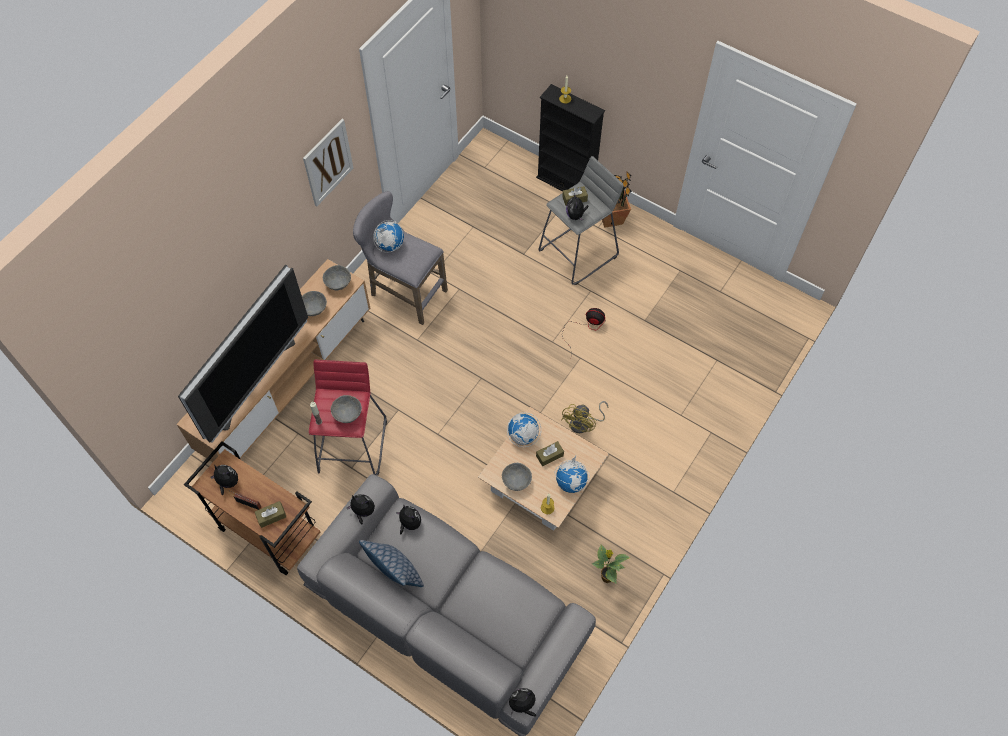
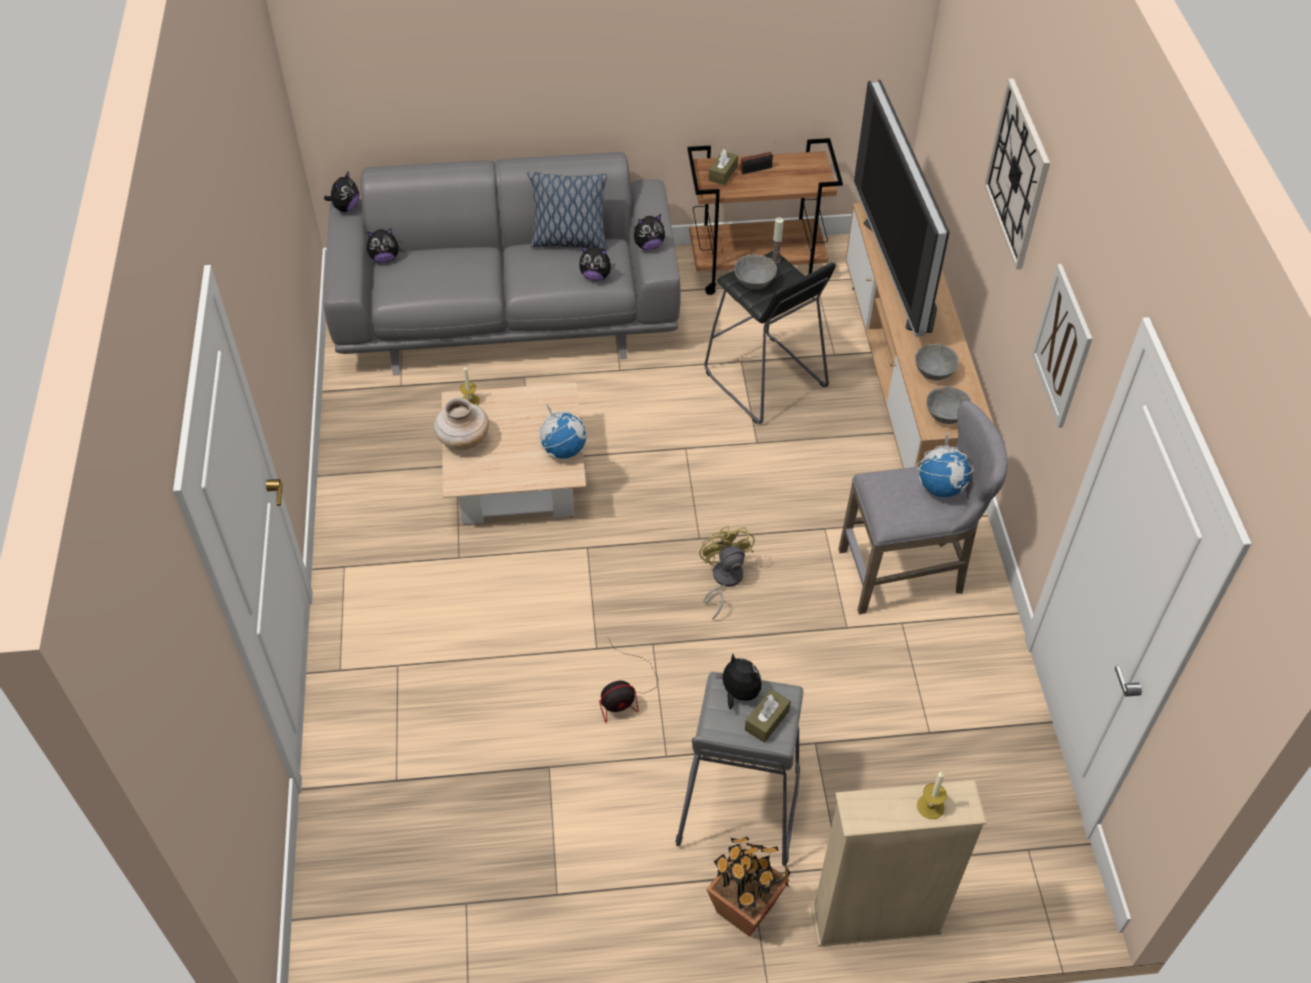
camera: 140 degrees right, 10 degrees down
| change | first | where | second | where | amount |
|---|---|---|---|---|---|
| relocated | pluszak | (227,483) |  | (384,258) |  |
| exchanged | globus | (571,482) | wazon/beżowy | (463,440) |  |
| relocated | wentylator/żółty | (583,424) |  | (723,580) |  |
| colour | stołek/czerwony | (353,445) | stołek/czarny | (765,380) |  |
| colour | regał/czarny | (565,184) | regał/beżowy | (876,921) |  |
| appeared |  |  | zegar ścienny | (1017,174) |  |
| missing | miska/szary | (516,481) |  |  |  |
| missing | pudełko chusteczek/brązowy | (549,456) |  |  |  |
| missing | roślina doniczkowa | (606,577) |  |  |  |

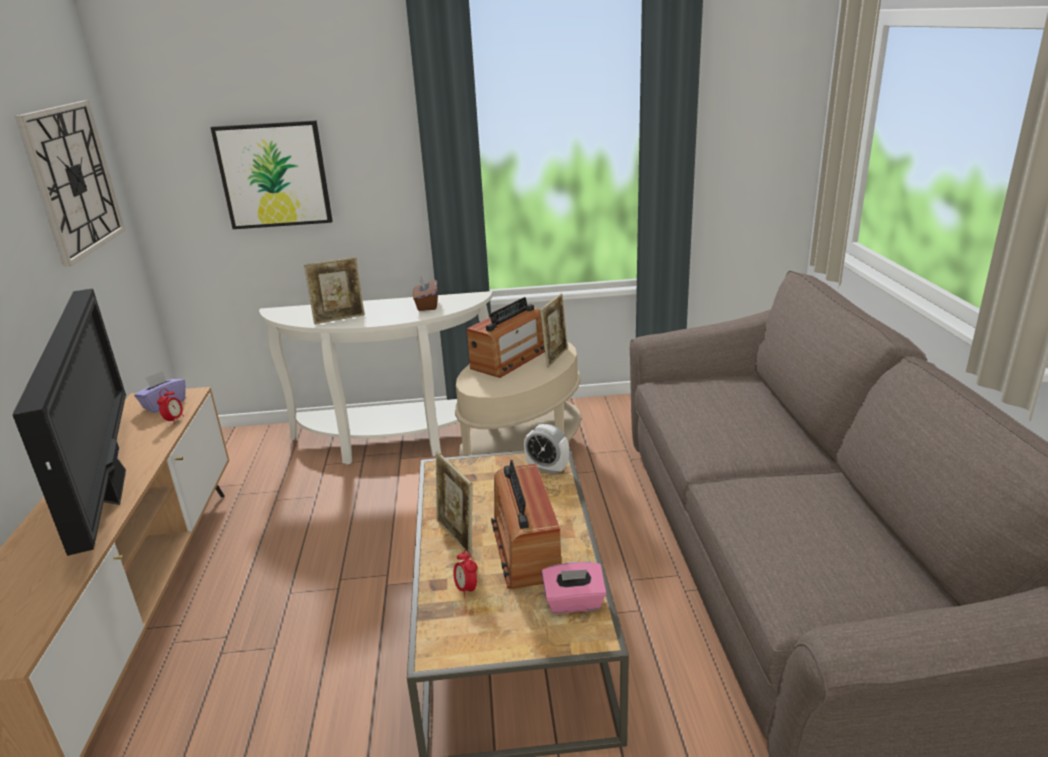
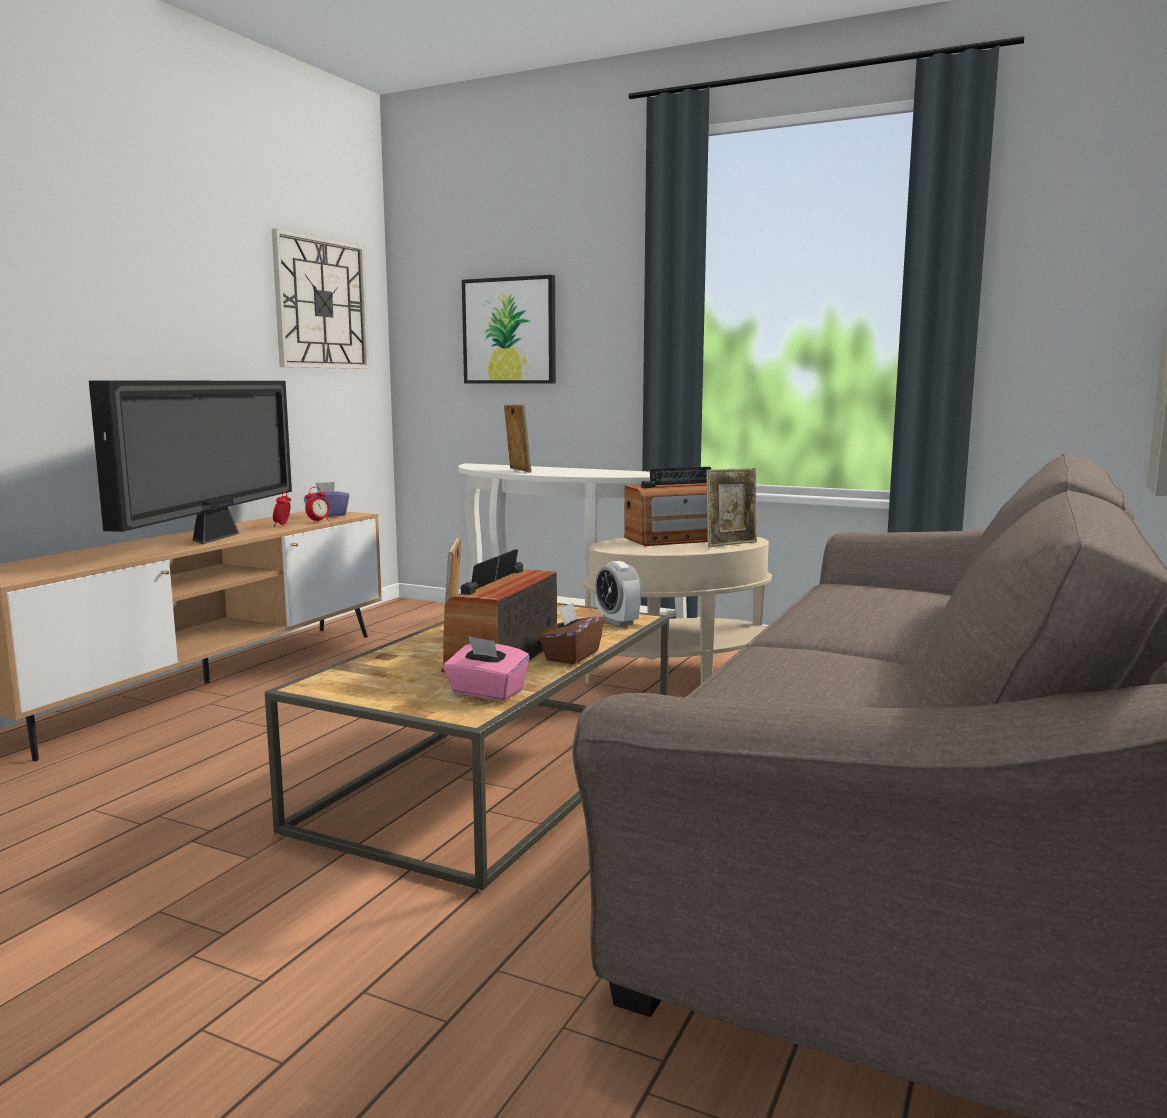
camera: 30 degrees right, 15 degrees down
| change | first | where | second | where | amount |
|---|---|---|---|---|---|
| relocated | budzik | (466,589) |  | (282,526) |  |
| spun | ramka na zdjęcie | (339,319) |  | (517,470) | 120 degrees counterclockwise |
| relocated | pudełko chusteczek/brązowy | (427,305) |  | (571,656) |  |

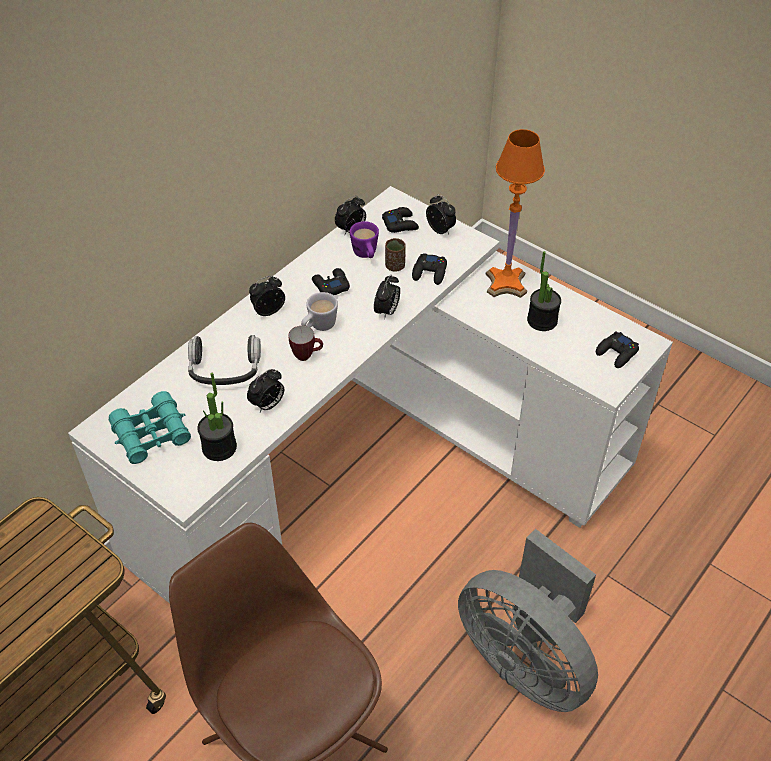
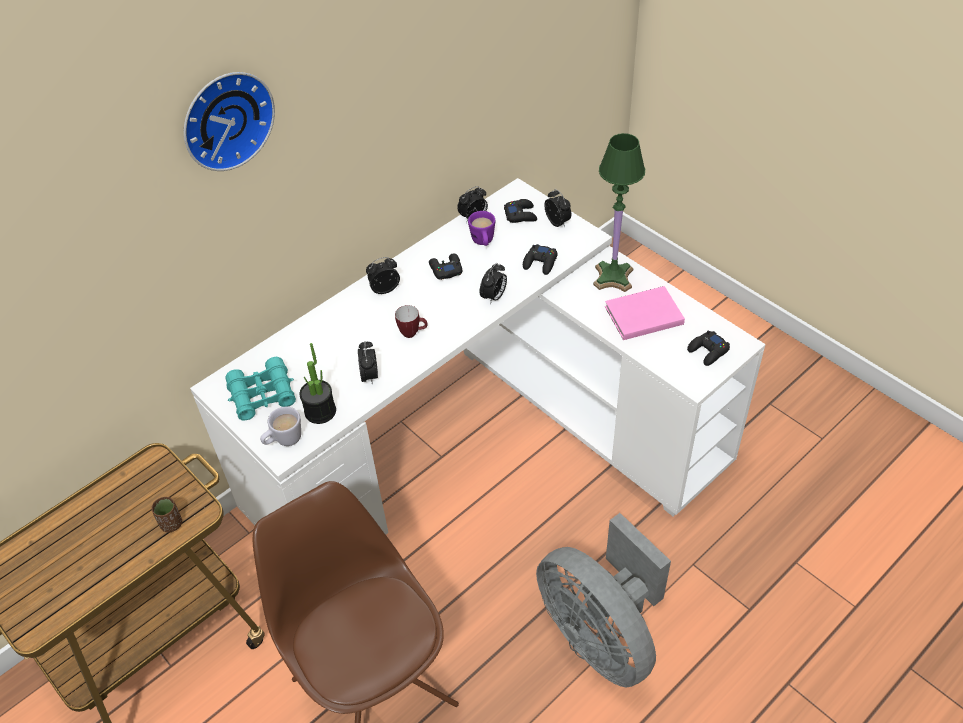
camera: 10 degrees right, 0 degrees up
| change | first | where | second | where | amount |
|---|---|---|---|---|---|
| relocated | filiżanka/brązowy | (395,266) |  | (171,524) |  |
| appeared |  |  | zegar ścienny | (225,118) |  |
| relocated | kubek/biały | (319,327) |  | (284,441) |  |
| spun | budzik | (268,405) |  | (370,376) | 60 degrees counterclockwise |
| colour | lampa stołowa/pomarańczowy | (505,283) | lampa stołowa/zielony | (612,277) |  |
| exchanged | roślina doniczkowa | (542,320) | książka/różowy | (641,315) |  |
| missing | słuchawki | (225,368) |  |  |  |

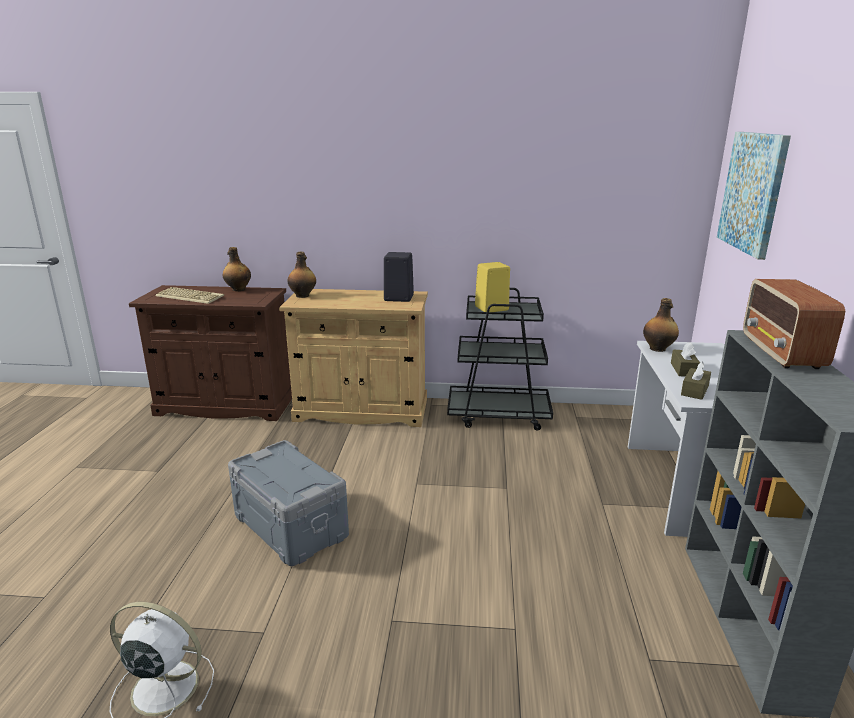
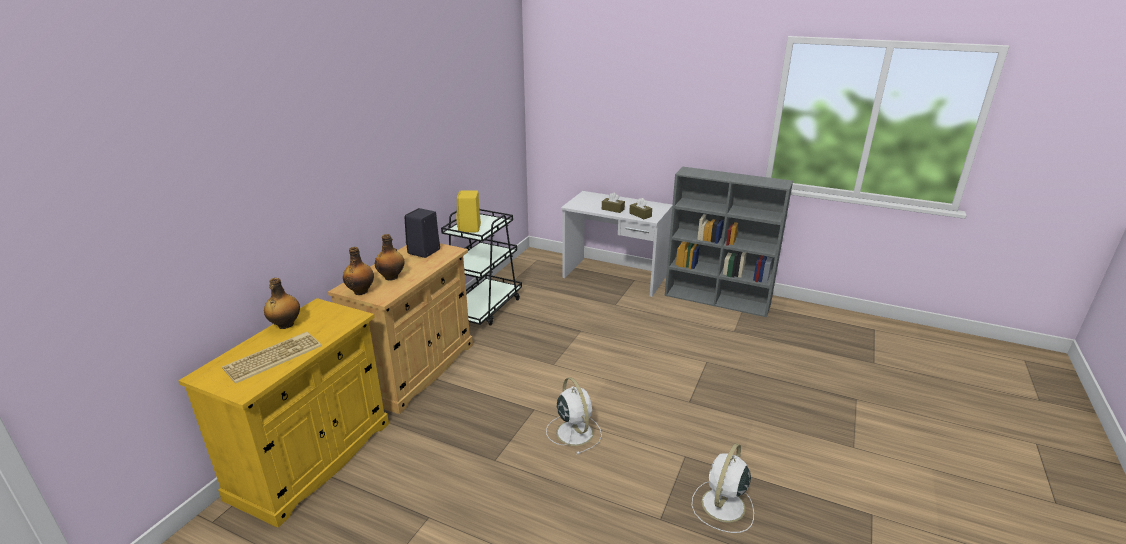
camera: 70 degrees left, 5 degrees up
| change | first | where | second | where | amount |
|---|---|---|---|---|---|
| colour | szafka/brązowy | (225,405) | szafka/żółty | (312,459) |  |
| relocated | butelka | (658,349) |  | (392,277) |  |
| exchanged | pojemnik do przechowywania/szary | (291,525) | wentylator/biały | (574,432) |  |
| missing | obraz | (753,192) |  |  |  |
| missing | radio | (782,353) |  |  |  |

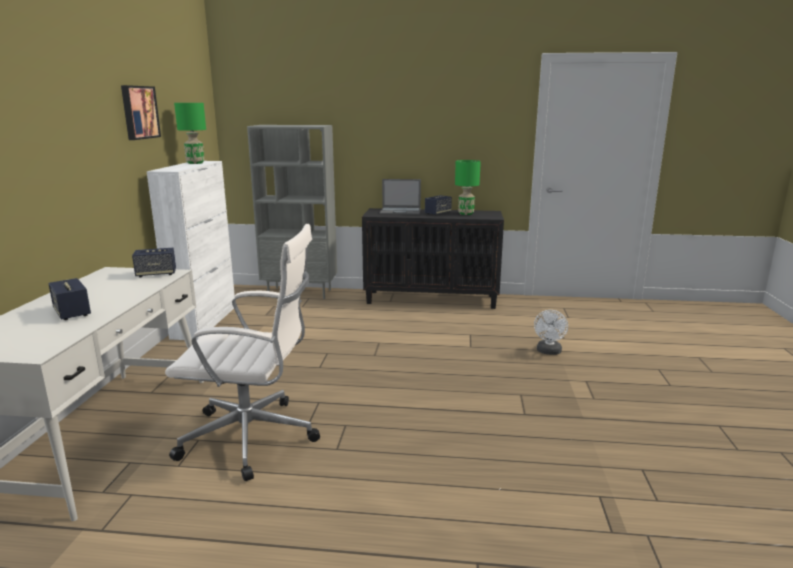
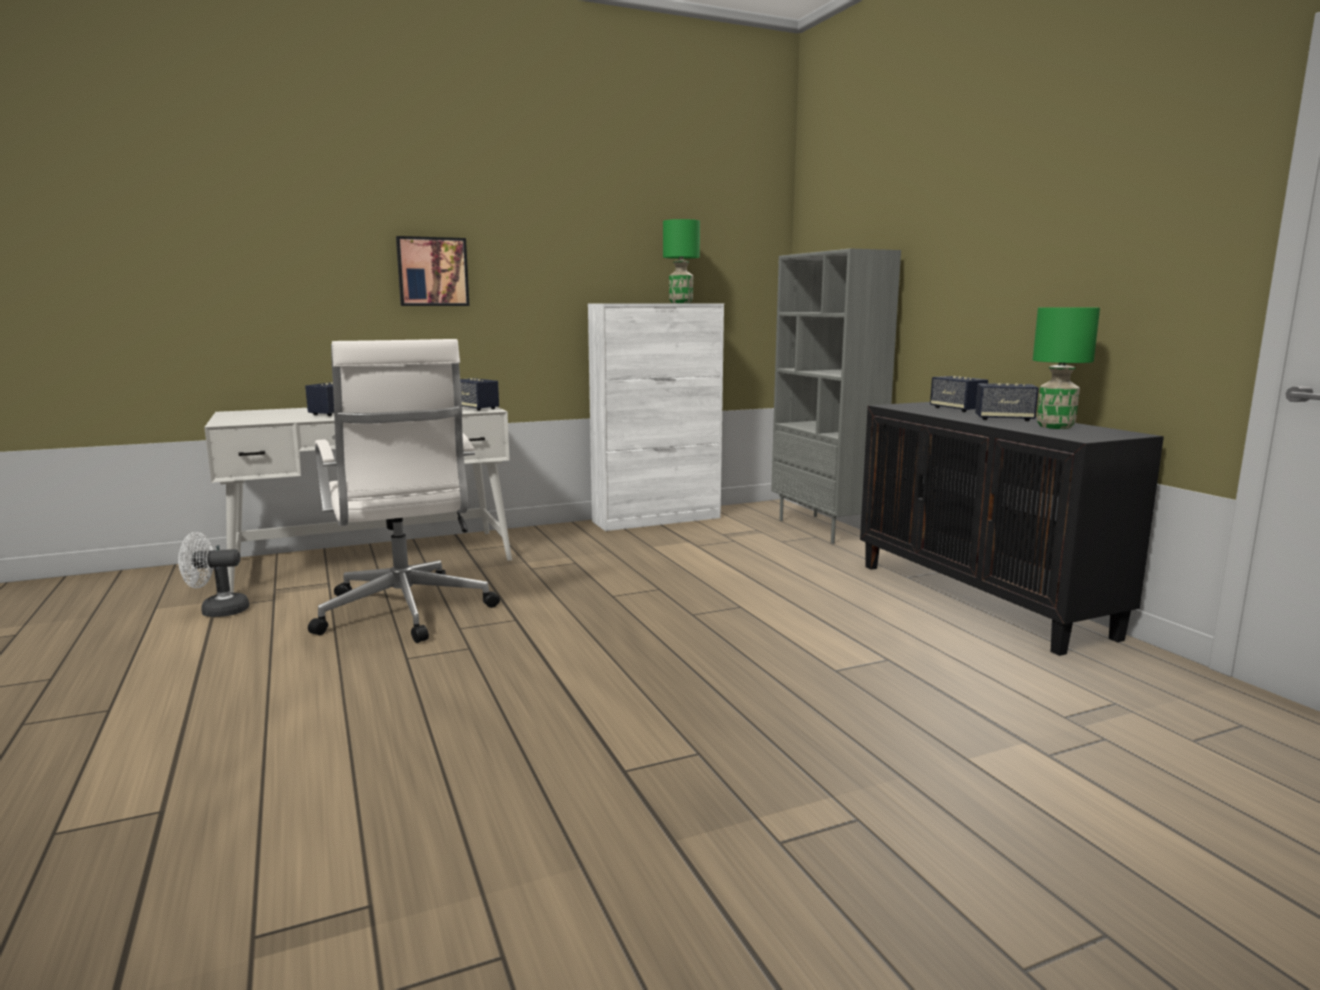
camera: 60 degrees right, 5 degrees down
| change | first | where | second | where | amount |
|---|---|---|---|---|---|
| relocated | wentylator/biały | (548,352) |  | (217,611) |  |
| relocated | obraz | (139,112) |  | (432,272) |  |
| exchanged | laptop | (401,211) | głośnik | (957,409) |  |

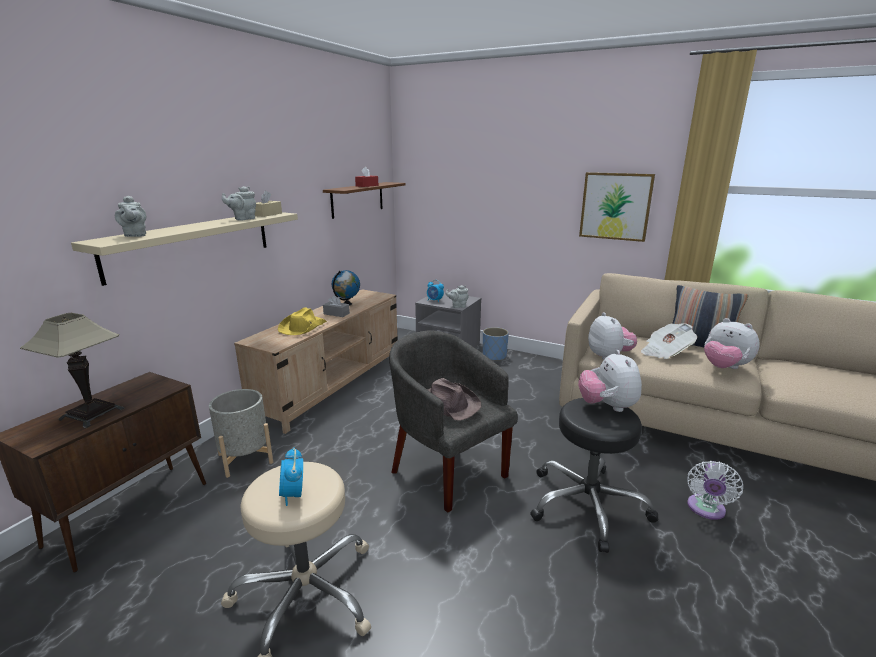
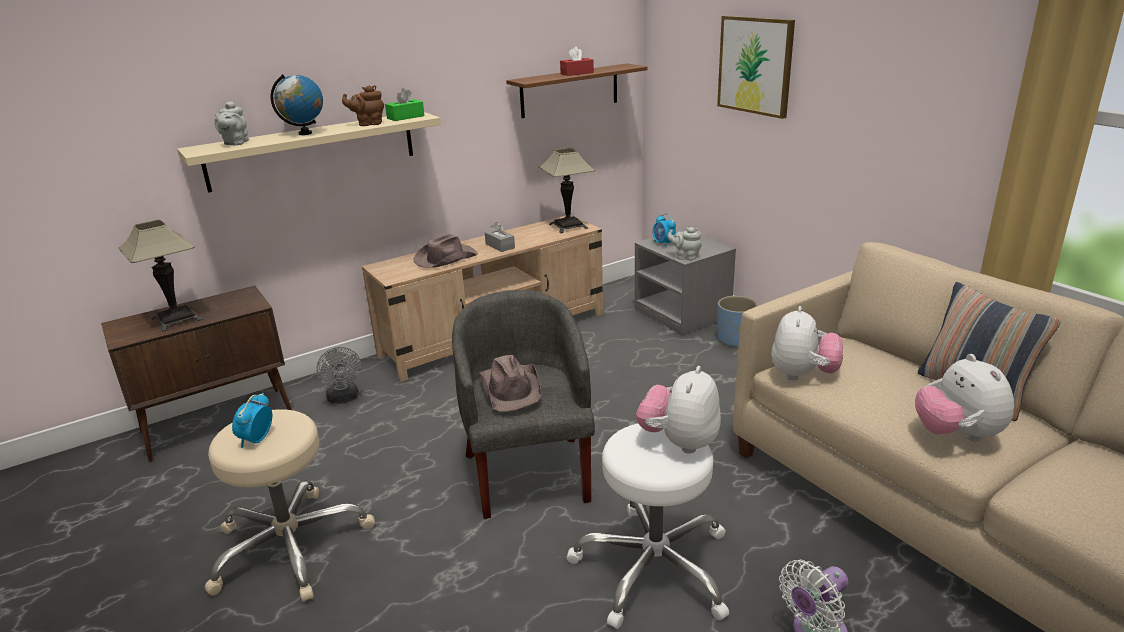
camera: 30 degrees right, 5 degrees up
| change | first | where | second | where | amount |
|---|---|---|---|---|---|
| relocated | globus | (347,304) |  | (305,133) |  |
| exchanged | donica/szary | (245,458) | wentylator/szary | (344,398) |  |
| colour | imbryk/szary | (243,219) | imbryk/brązowy | (368,124) |  |
| colour | pudełko chusteczek/beżowy | (267,214) | pudełko chusteczek/zielony | (405,117) |  |
| colour | kapelusz/żółty | (302,327) | kapelusz/brązowy | (445,258) |  |
| appeared |  |  | lampa stołowa | (568,226) |  |
| colour | stołek/czarny | (587,504) | stołek/biały | (653,567) |  |
| relocated | obraz | (615,206) |  | (755,65) |  |
| missing | gazeta | (665,352) |  |  |  |

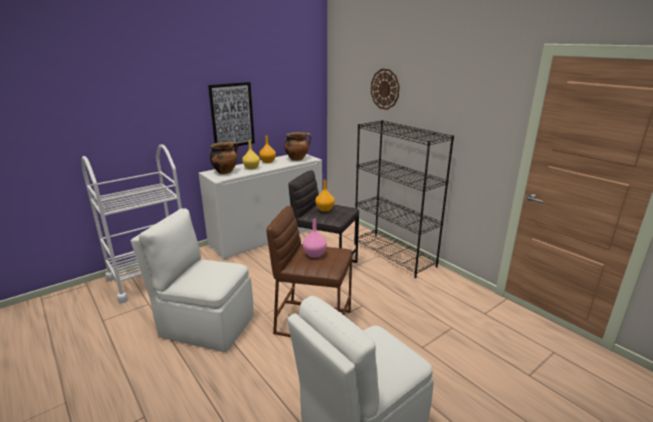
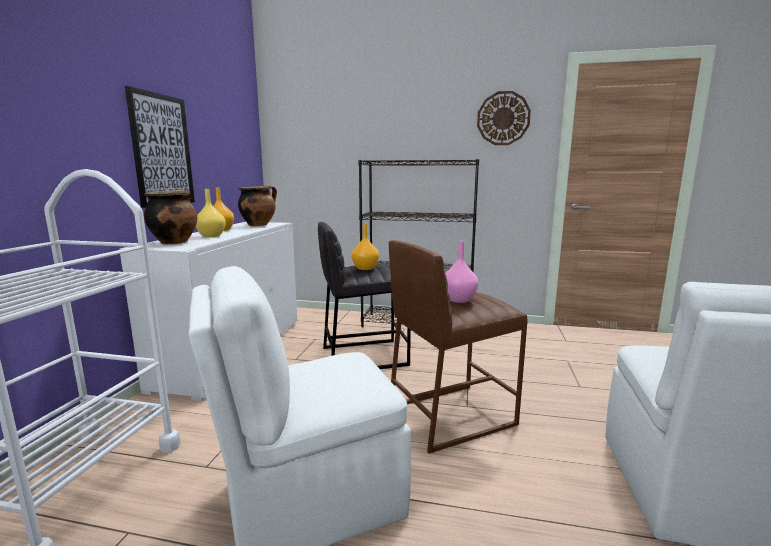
camera: 40 degrees left, 10 degrees down
| change | first | where | second | where | amount |
|---|---|---|---|---|---|
| relocated | zegar ścienny | (385,89) |  | (503,118) |  |

